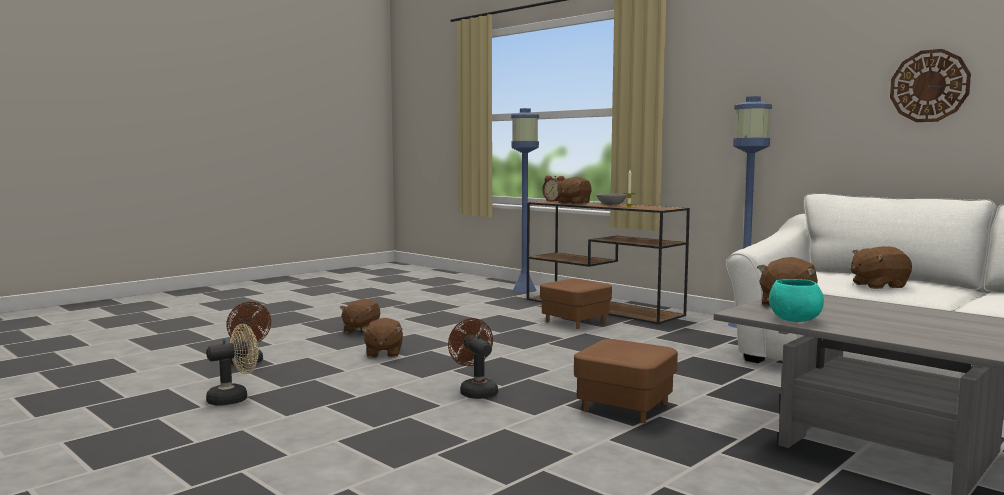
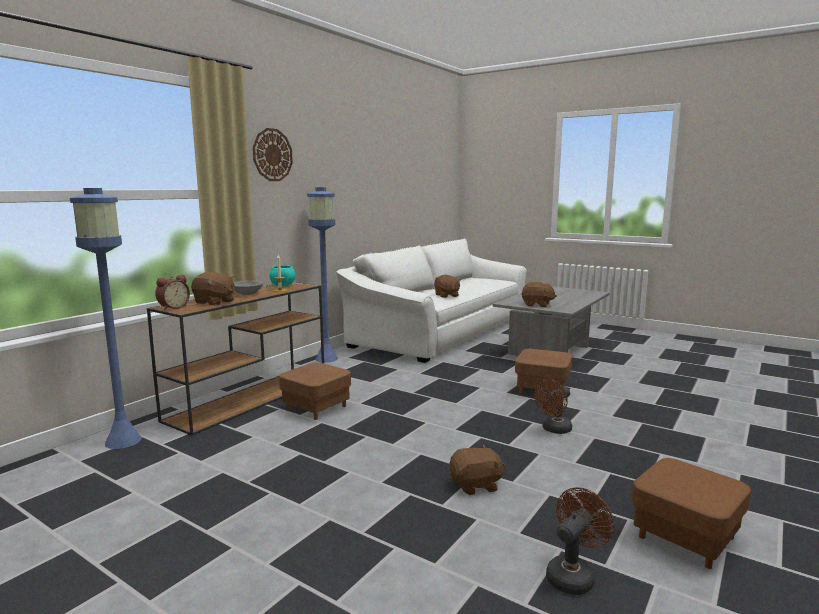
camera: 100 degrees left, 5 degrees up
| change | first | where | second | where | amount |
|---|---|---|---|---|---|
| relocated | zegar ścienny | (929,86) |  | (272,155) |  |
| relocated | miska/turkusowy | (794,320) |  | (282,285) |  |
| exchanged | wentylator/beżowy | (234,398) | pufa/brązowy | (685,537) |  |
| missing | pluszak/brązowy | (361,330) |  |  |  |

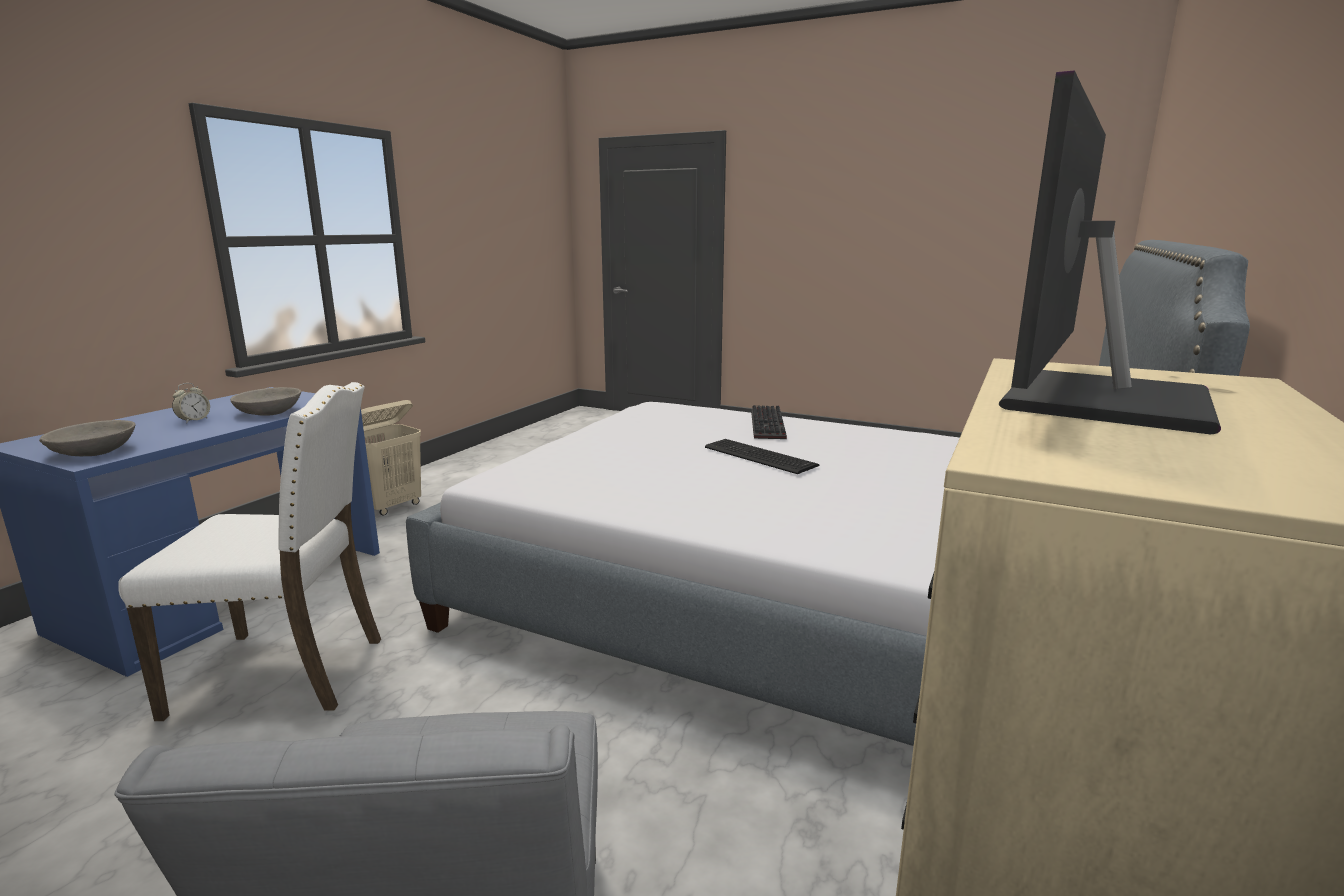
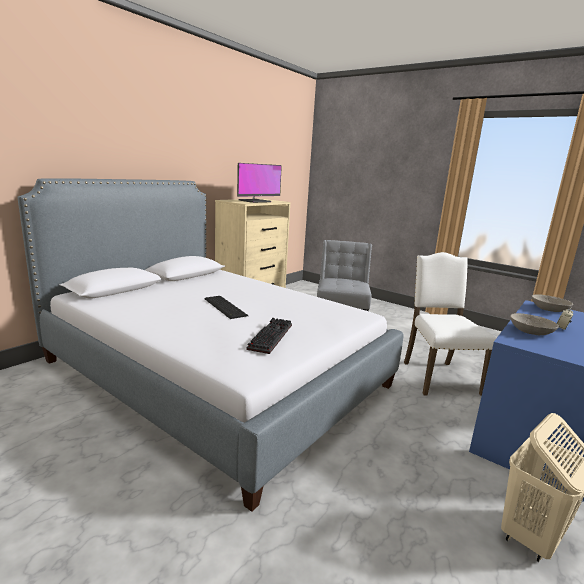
camera: 170 degrees left, 0 degrees up
| change | first | where | second | where | amount |
|---|---|---|---|---|---|
| relocated | klawiatura | (769,425) |  | (269,336) |  |
| spun | krzesło/biały | (285,673) |  | (438,377) | 75 degrees clockwise |

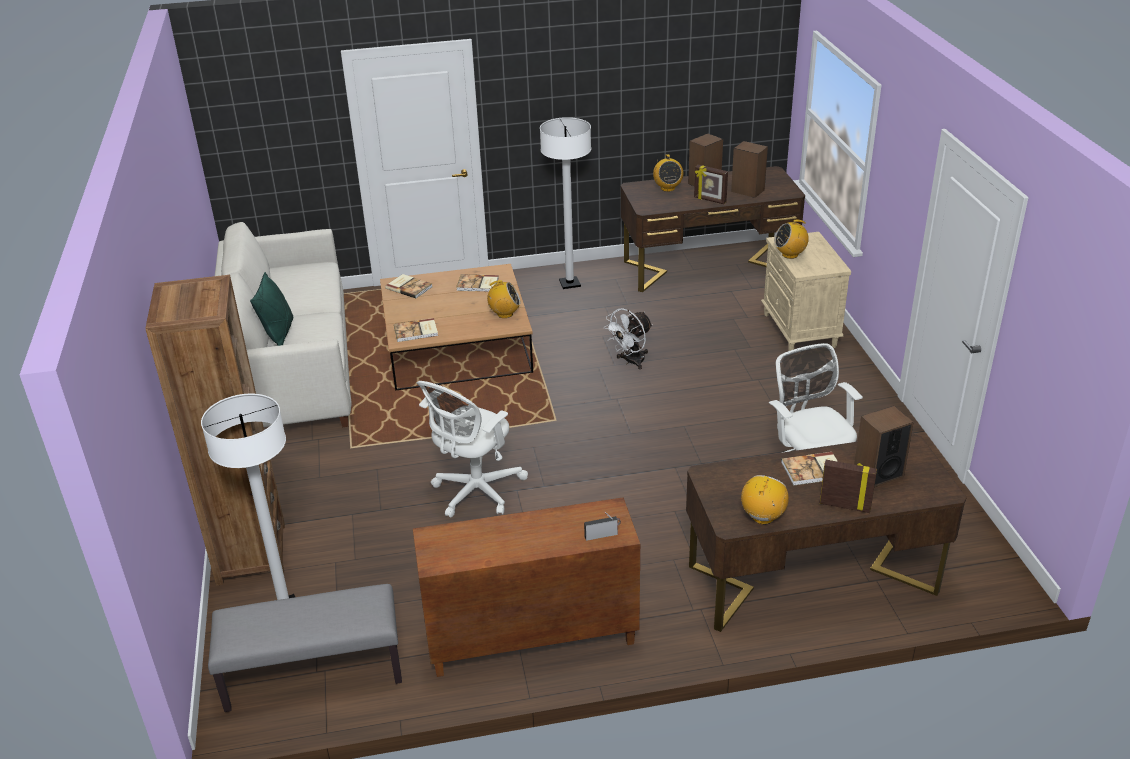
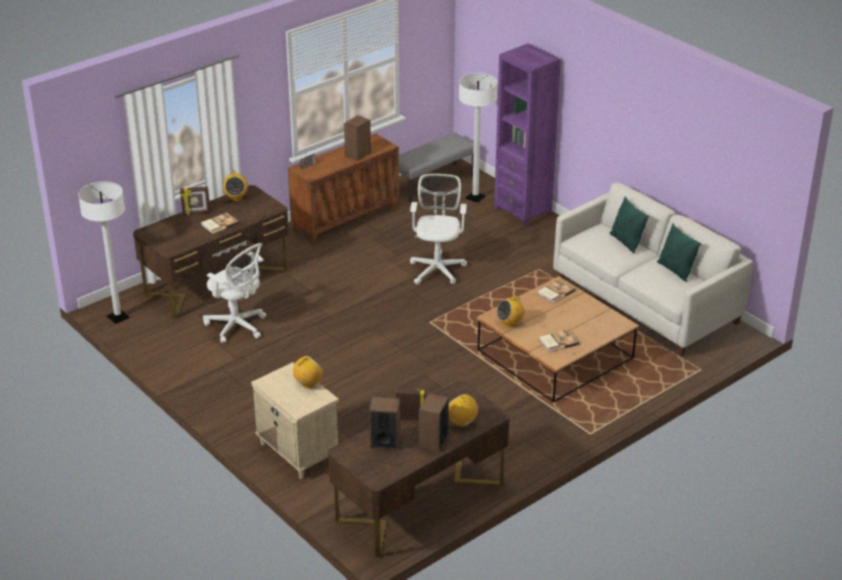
camera: 150 degrees right, 0 degrees up
| change | first | where | second | where | amount |
|---|---|---|---|---|---|
| relocated | lampa stojąca/biały | (569,283) |  | (118,317) |  |
| relocated | głośnik | (878,473) |  | (358,154) |  |
| colour | regał/brązowy | (251,553) | regał/fioletowy | (523,210) |  |
| appeared |  |  | poduszka/zielony | (675,270) |  |
| missing | książka | (409,287) |  |  |  |
| missing | wentylator/biały | (630,362) |  |  |  |

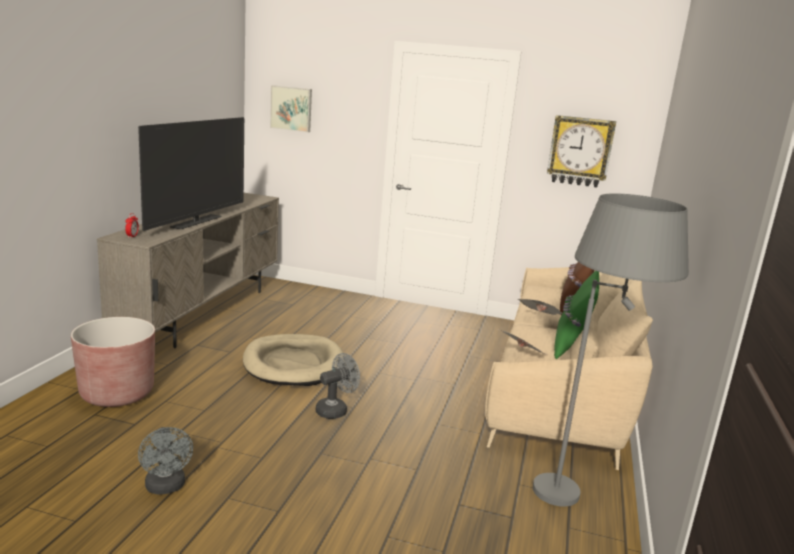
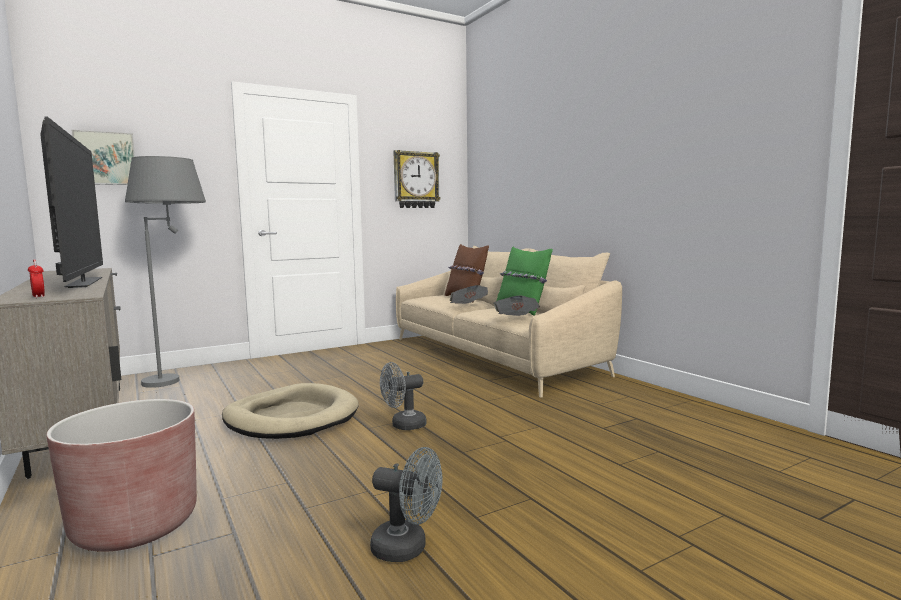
camera: 45 degrees left, 10 degrees down
| change | first | where | second | where | amount |
|---|---|---|---|---|---|
| relocated | lampa stojąca/szary | (582,497) |  | (181,379) |  |
| spun | wentylator/szary | (335,410) |  | (403,426) | 120 degrees counterclockwise |

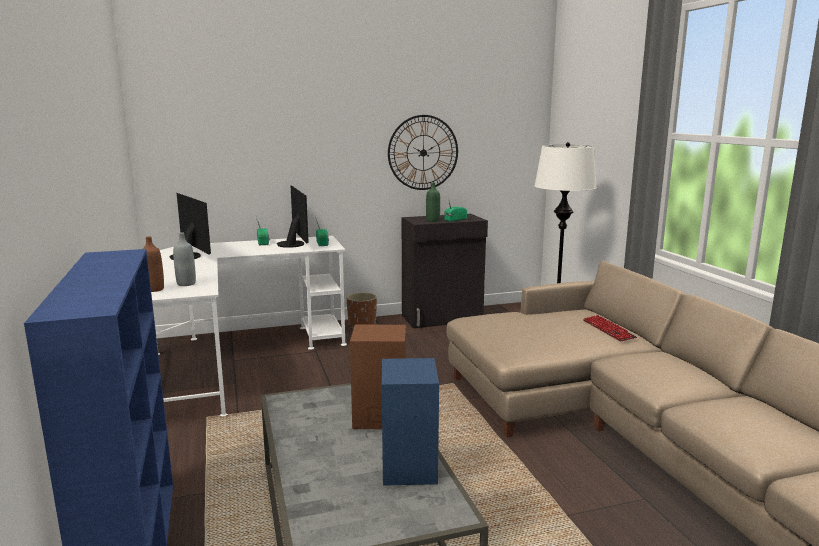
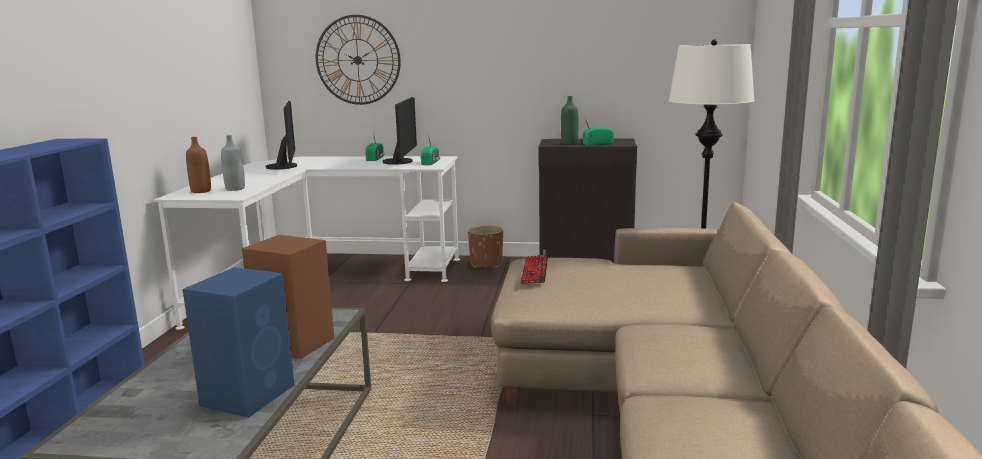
camera: 25 degrees right, 0 degrees up
| change | first | where | second | where | amount |
|---|---|---|---|---|---|
| relocated | zegar ścienny | (423,152) |  | (357,60) |  |
| relocated | klawiatura | (608,329) |  | (534,271) |  |

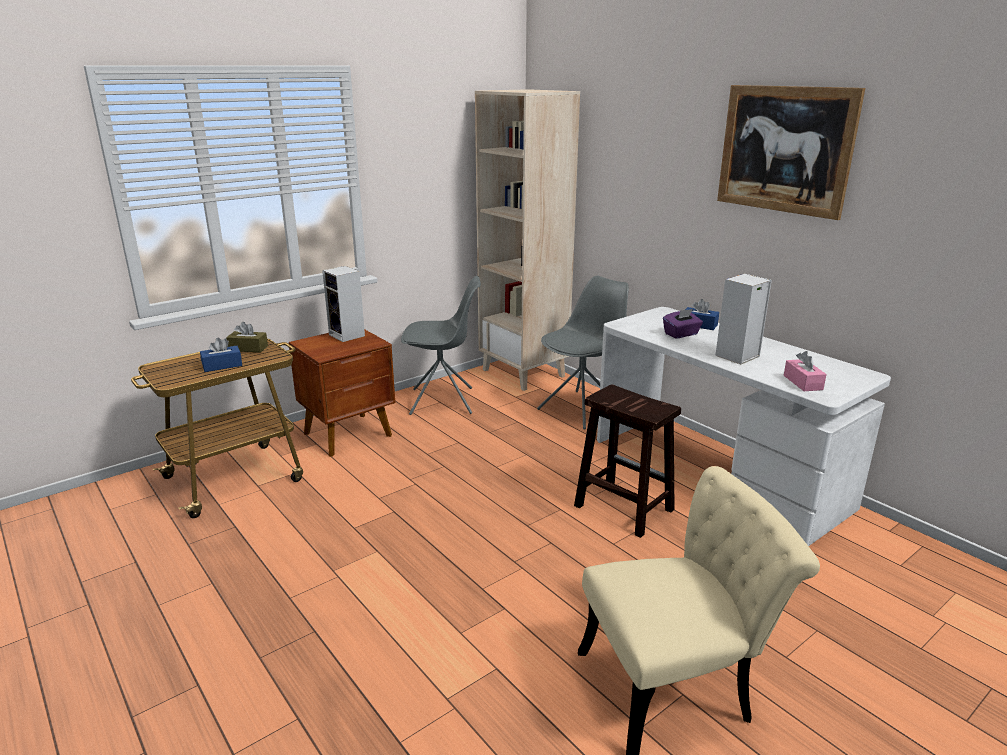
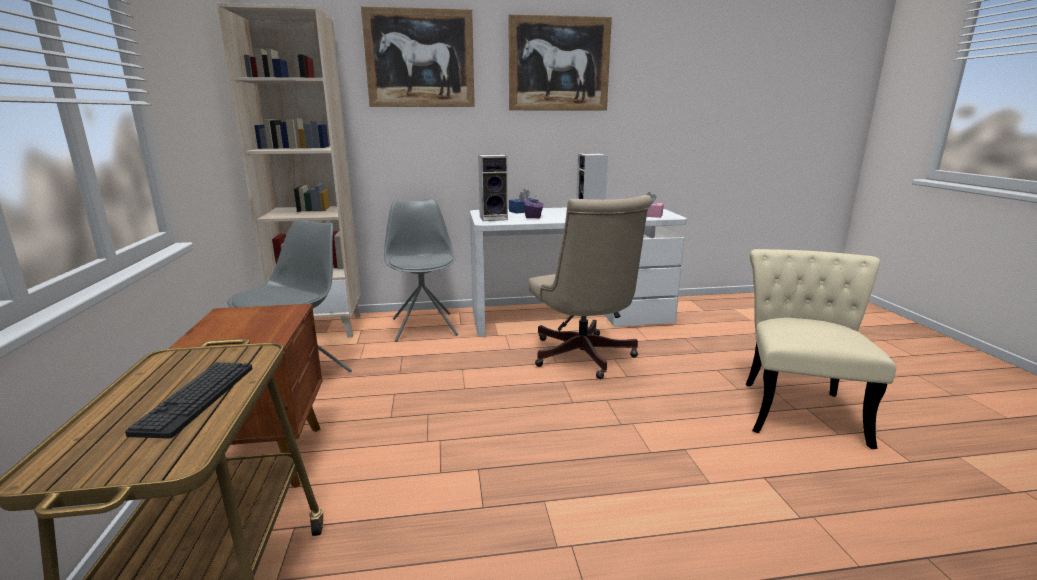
camera: 60 degrees left, 5 degrees down
| change | first | where | second | where | amount |
|---|---|---|---|---|---|
| exchanged | pudełko chusteczek/niebieski | (222,365) | klawiatura | (196,398) |  |
| appeared |  |  | obraz | (420,58) |  |
| relocated | głośnik | (348,335) |  | (494,218) |  |
| exchanged | stołek/brązowy | (622,507) | krzesło biurowe/beżowy | (583,358) |  |
| missing | pudełko chusteczek/brązowy | (248,348) |  |  |  |

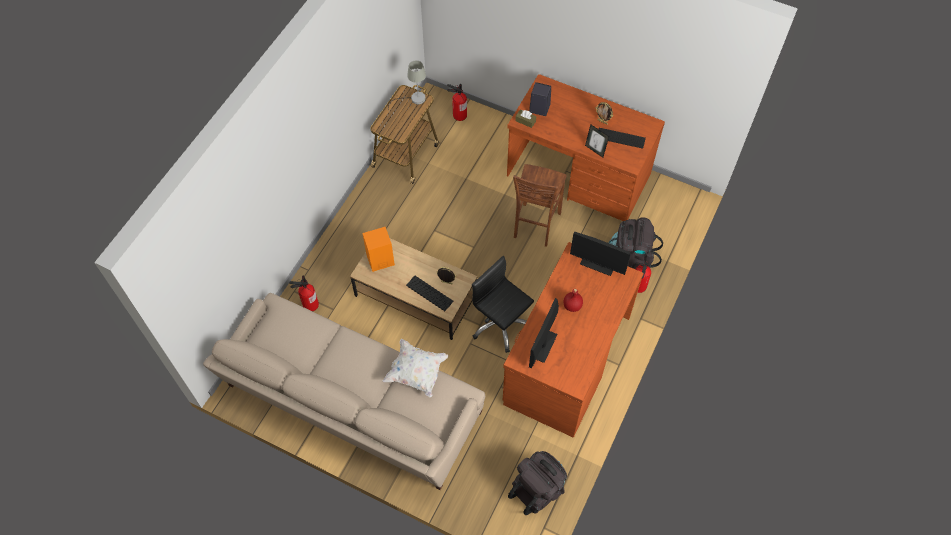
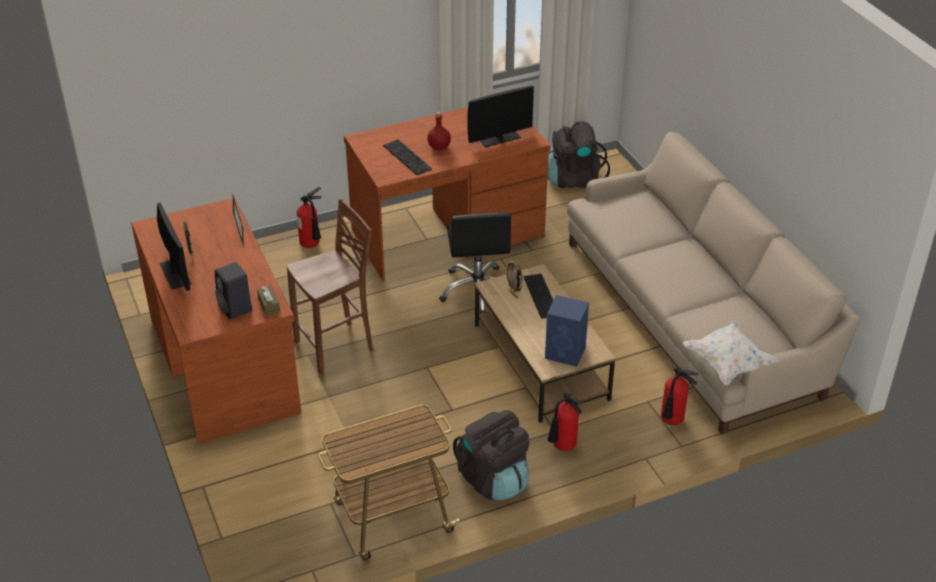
camera: 140 degrees left, 20 degrees down
| change | first | where | second | where | amount |
|---|---|---|---|---|---|
| relocated | monitor | (597,264) |  | (175,273) |  |
| relocated | klawiatura | (620,138) |  | (407,157) |  |
| relocated | plecak/czarny | (631,256) |  | (493,479) |  |
| colour | głośnik/pomarańczowy | (379,260) | głośnik/niebieski | (566,353) |  |
| relocated | gaśnica | (459,115) |  | (562,447) |  |
| relocated | poduszka/biały | (416,372) |  | (727,364) |  |
| missing | lampa stołowa/szary | (413,99) |  |  |  |

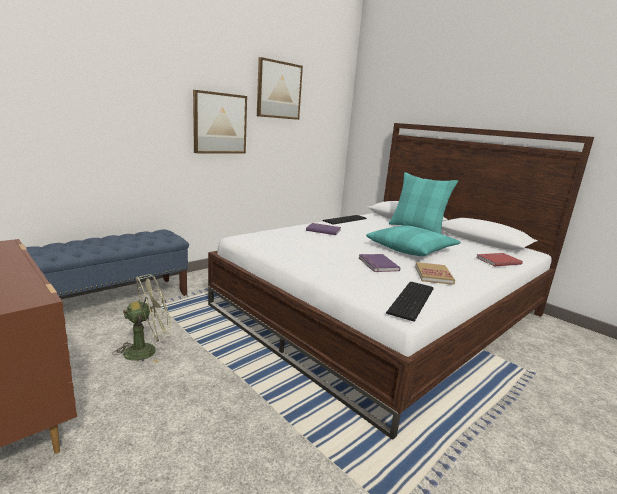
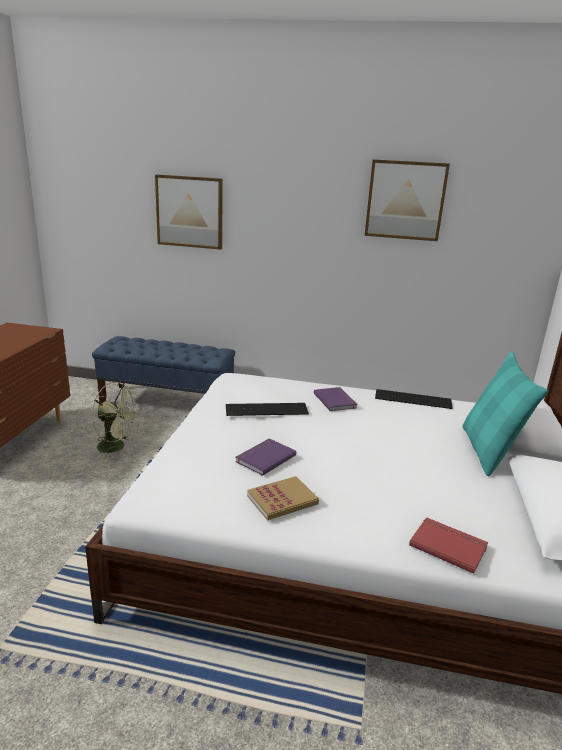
camera: 55 degrees right, 5 degrees up
| change | first | where | second | where | amount |
|---|---|---|---|---|---|
| relocated | obraz | (220,123) |  | (190,212) |  |
| relocated | klawiatura | (413,300) |  | (267,410) |  |
| missing | poduszka/turkusowy | (411,249) |  |  |  |

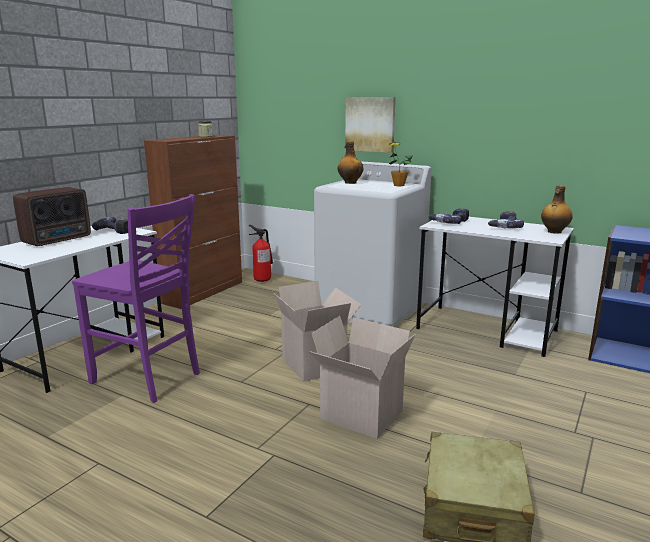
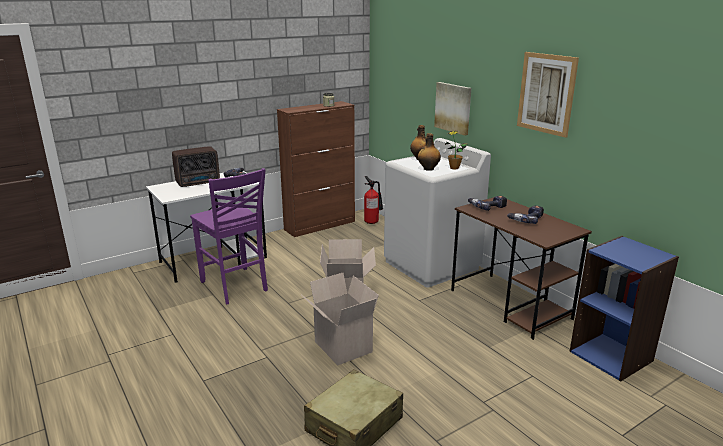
camera: 25 degrees right, 5 degrees up
| change | first | where | second | where | amount |
|---|---|---|---|---|---|
| relocated | butelka | (554,232) |  | (428,169) |  |
| colour | biurko/biały | (487,330) | biurko/brązowy | (510,304) |  |
| appeared |  |  | obraz | (546,93) |  |

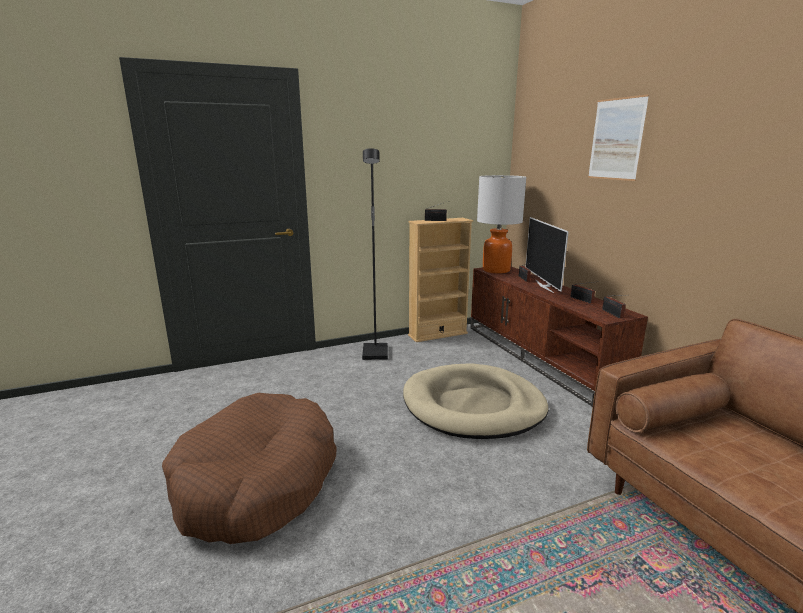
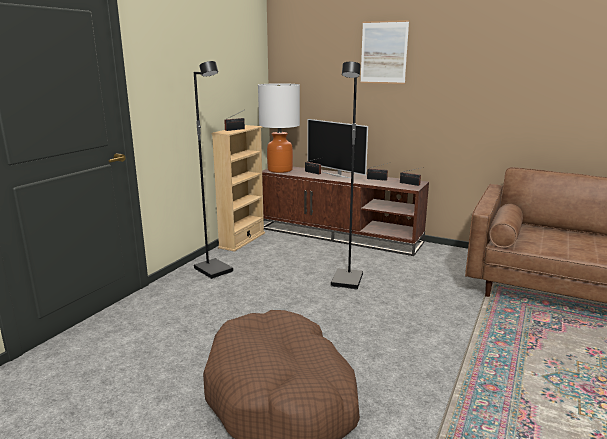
camera: 40 degrees left, 0 degrees up
| change | first | where | second | where | amount |
|---|---|---|---|---|---|
| exchanged | legowisko/beżowy | (473,406) | lampa stojąca/czarny | (348,281) |  |

